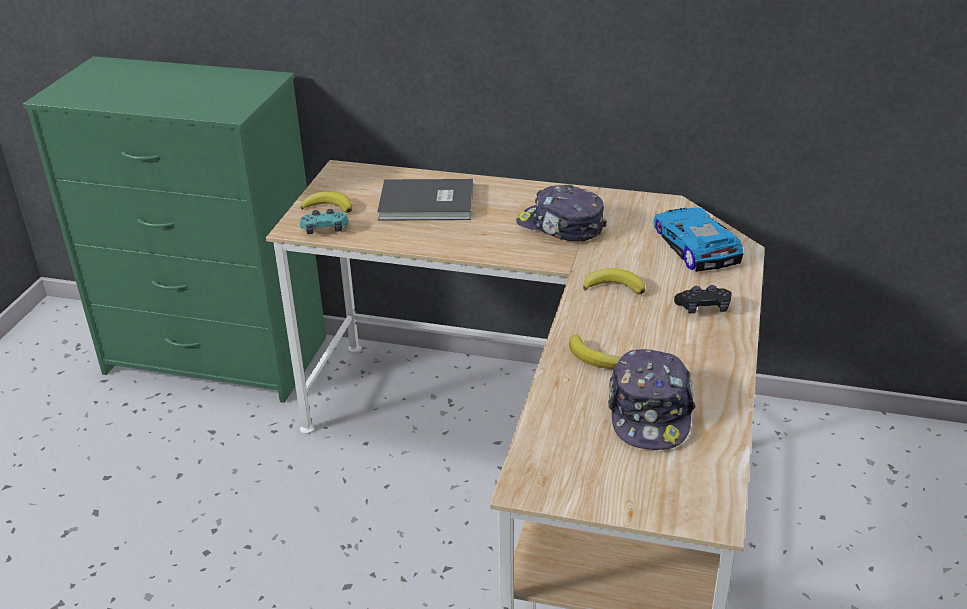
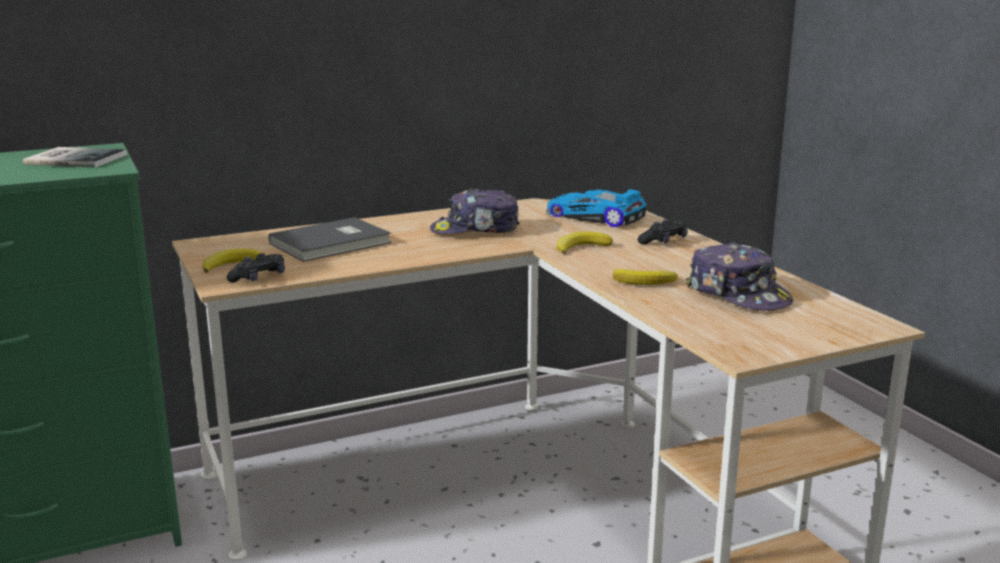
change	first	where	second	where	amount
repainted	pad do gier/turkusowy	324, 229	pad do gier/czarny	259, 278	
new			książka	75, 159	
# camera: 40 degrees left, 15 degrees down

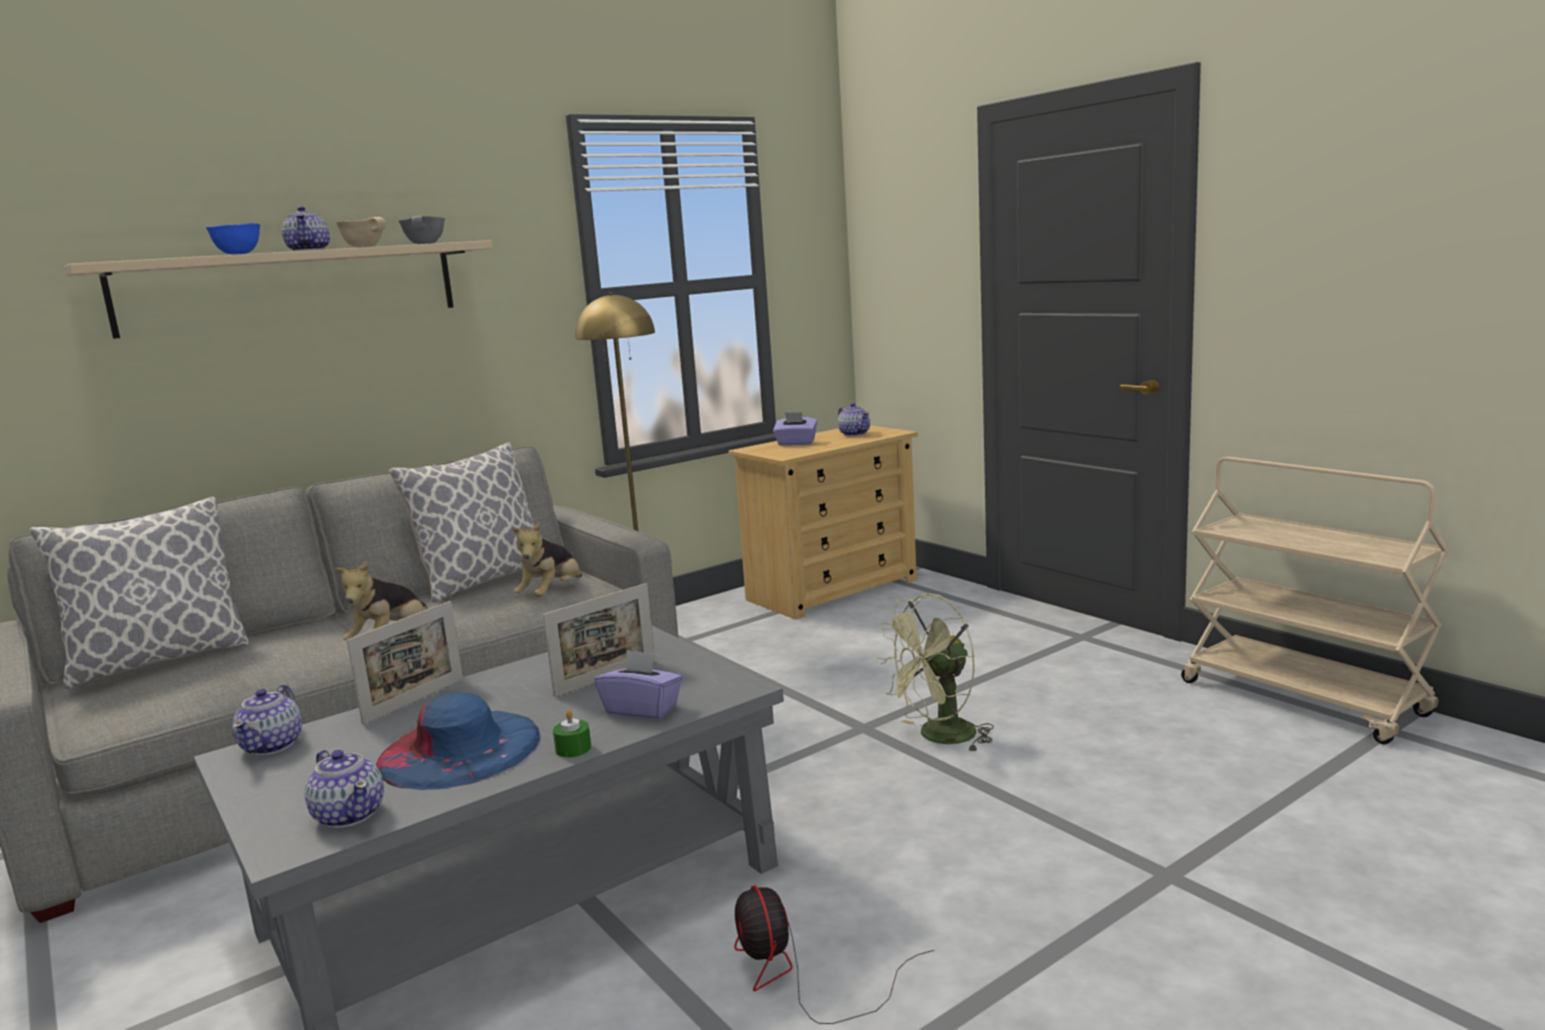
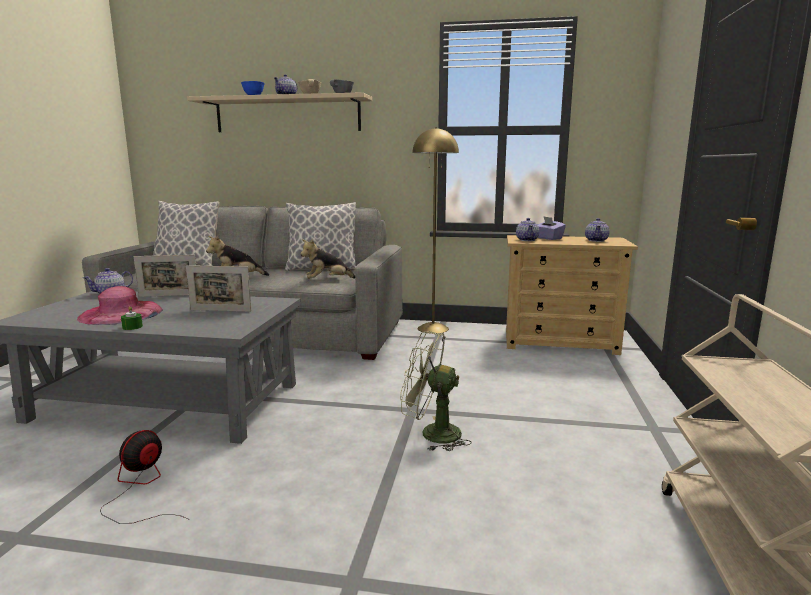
change	first	where	second	where	amount
shifted	imbryk	349, 814		527, 240	
repainted	kapelusz/niebieski	459, 749	kapelusz/różowy	121, 313	
gone	pudełko chusteczek/fioletowy	642, 709			
# camera: 45 degrees right, 0 degrees up

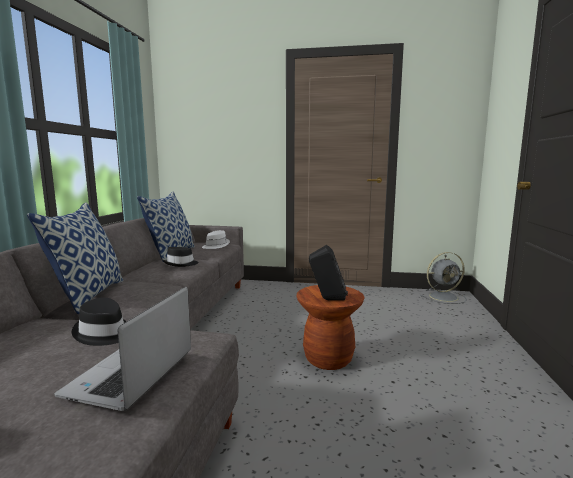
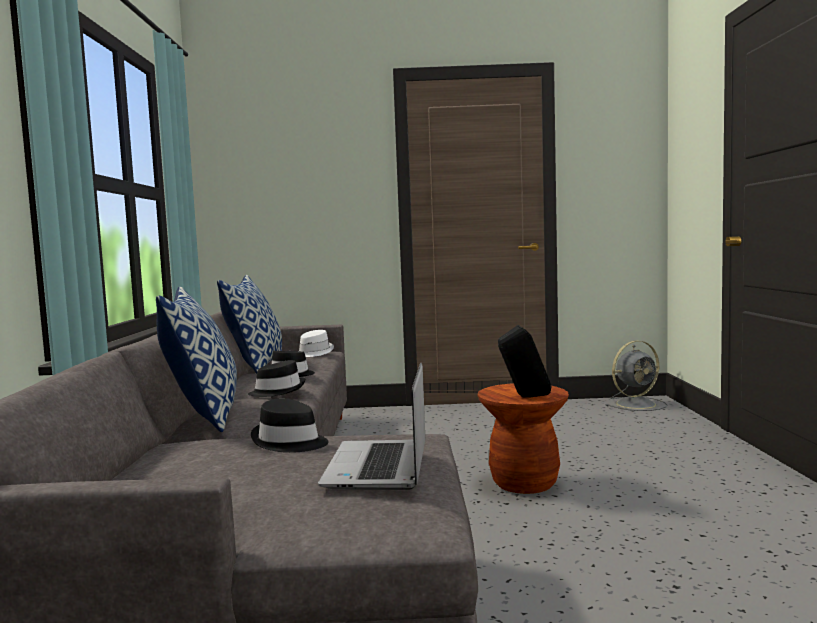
change	first	where	second	where	amount
new			kapelusz/czarny	278, 391	
# camera: 10 degrees left, 5 degrees down

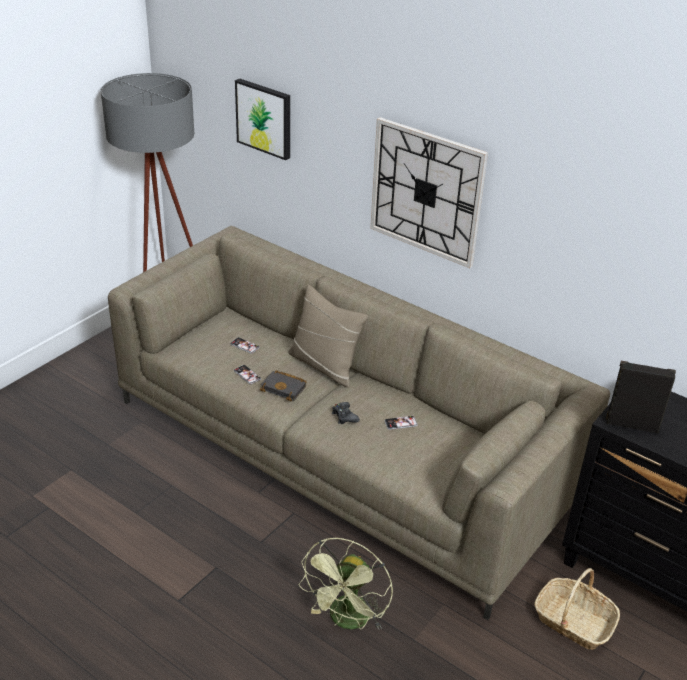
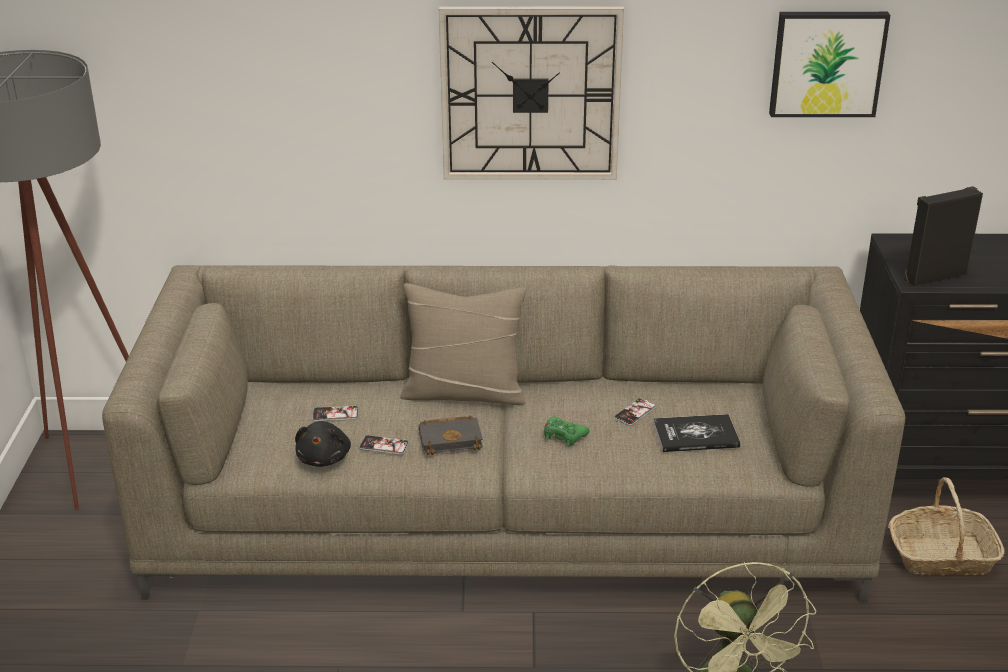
change	first	where	second	where	amount
shifted	obraz	265, 118		827, 63	
repainted	pad do gier/czarny	344, 416	pad do gier/zielony	564, 436	
new			pluszak/czarny	324, 458	
new			książka	695, 435	
# camera: 35 degrees left, 5 degrees down

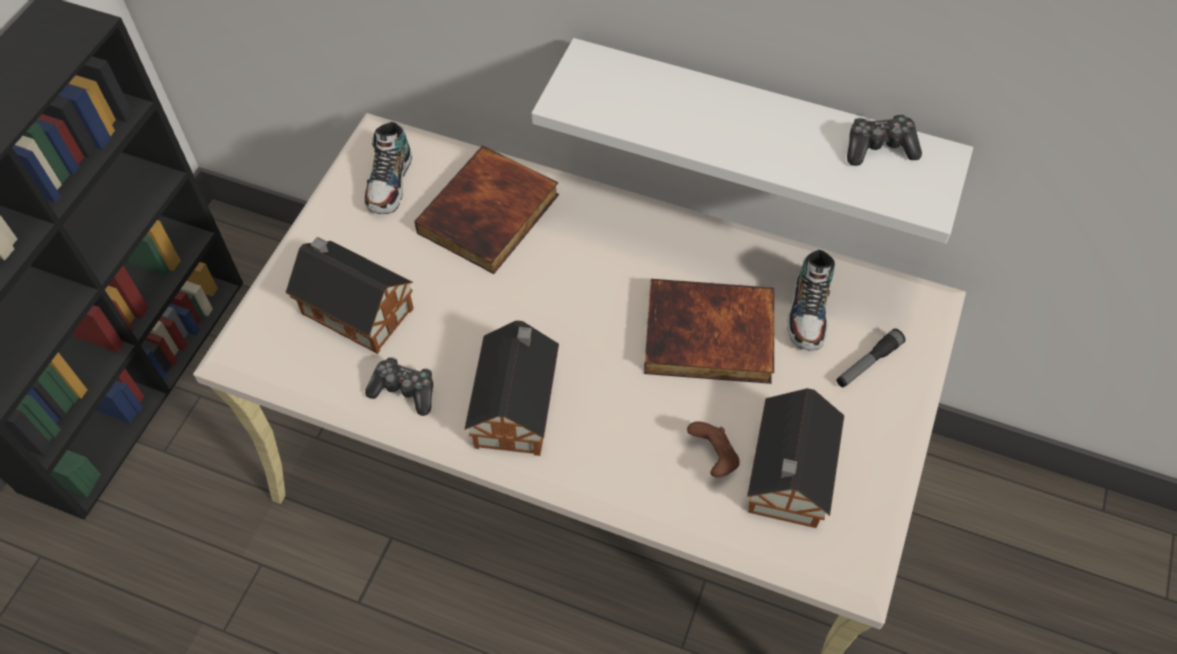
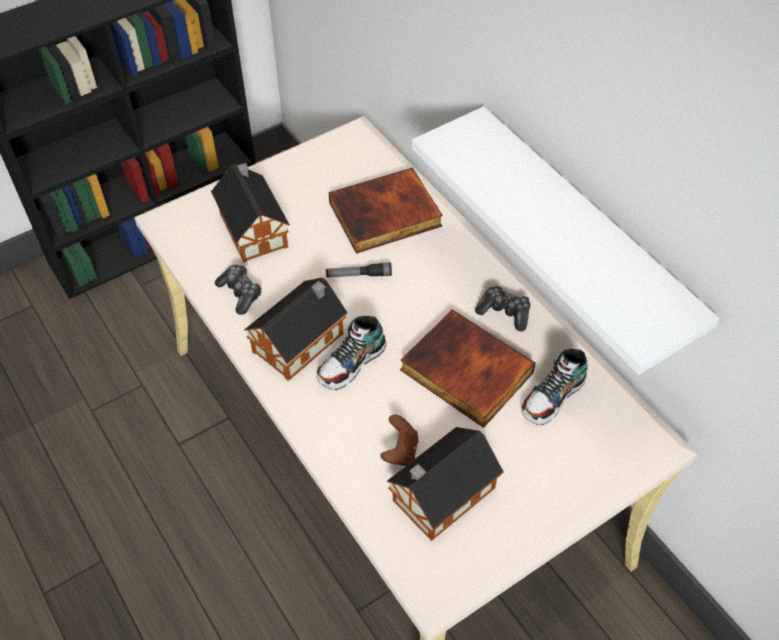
change	first	where	second	where	amount
shifted	but	390, 183		351, 363	
shifted	latarka	868, 363		358, 275	
shifted	pad do gier	879, 148		504, 312	
# camera: 35 degrees right, 5 degrees down

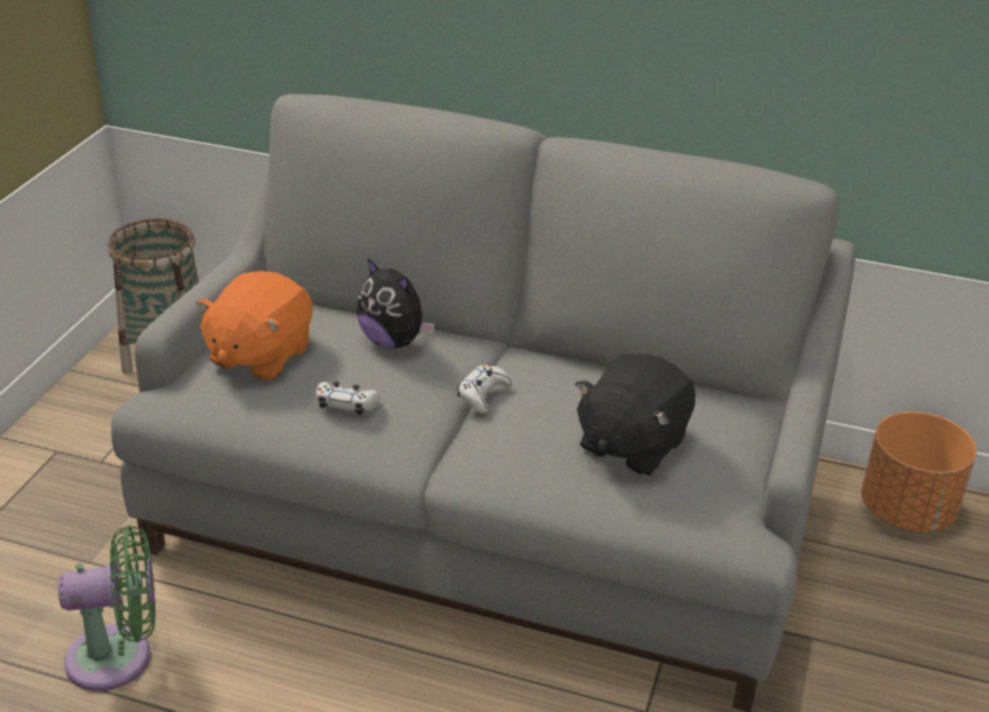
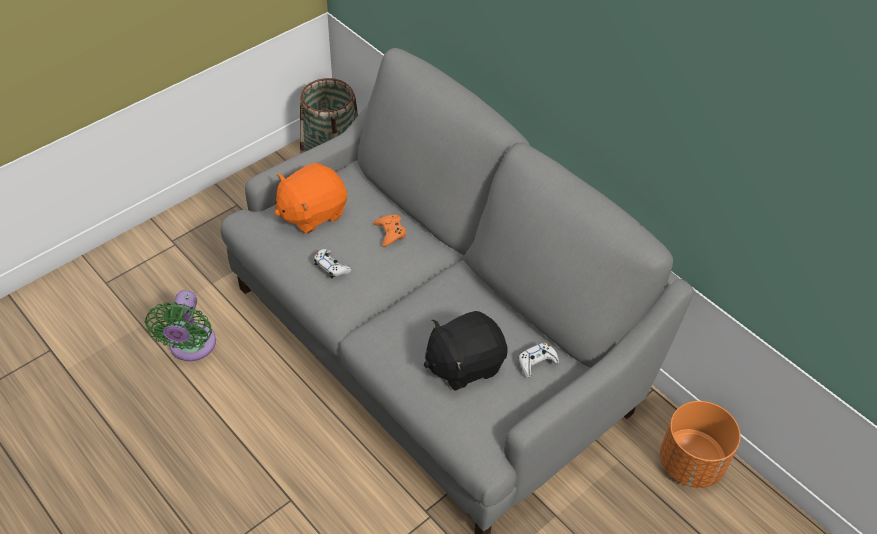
change	first	where	second	where	amount
rotated	wentylator/zielony	118, 657		191, 347	75 degrees clockwise
swapped	pluszak	393, 341	pad do gier/pomarańczowy	390, 232	
shifted	pad do gier/biały	483, 394		536, 362	
# camera: 30 degrees right, 15 degrees up

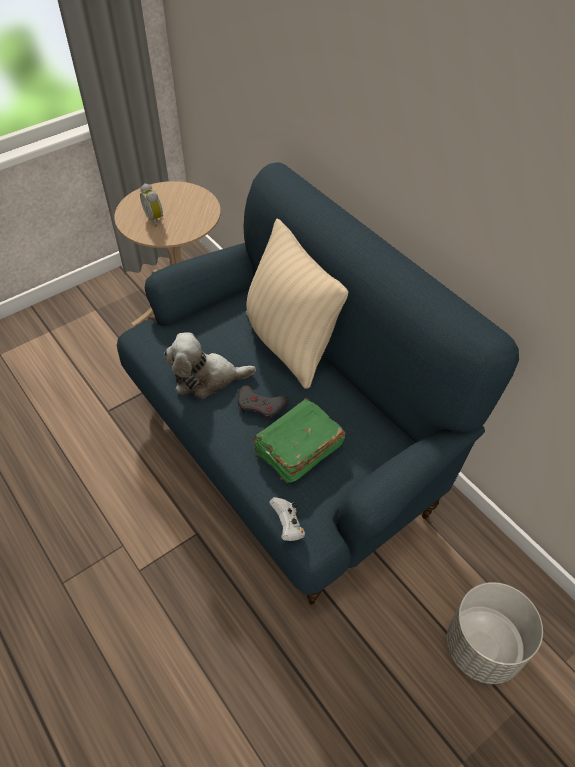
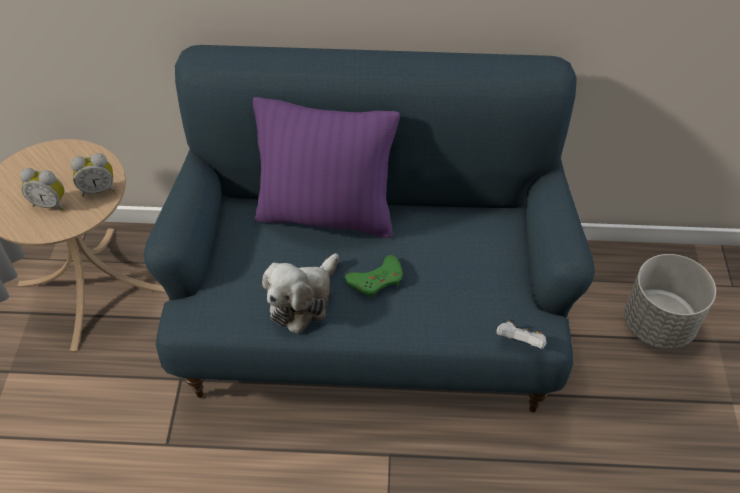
change	first	where	second	where	amount
repainted	pad do gier/szary	261, 405	pad do gier/zielony	376, 280	
repainted	poduszka/beżowy	290, 343	poduszka/fioletowy	326, 215	
gone	książka/zielony	297, 449			
new			budzik	98, 189	
# camera: 50 degrees left, 0 degrees up

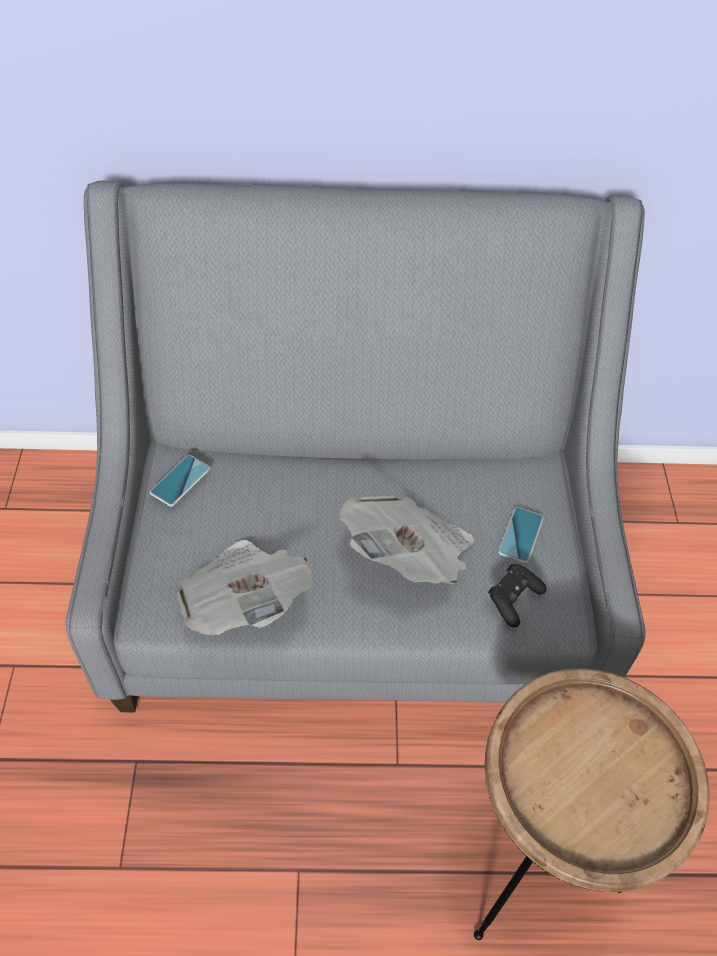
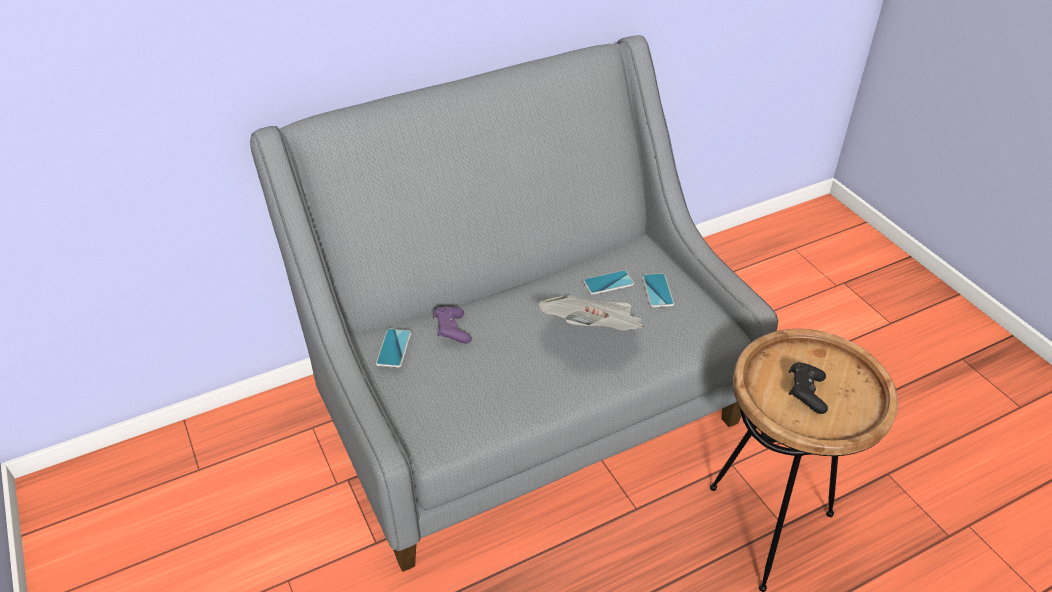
change	first	where	second	where	amount
gone	gazeta	245, 602			
shifted	pad do gier/czarny	513, 599		805, 393	
new			pad do gier/fioletowy	452, 331	
new			telefon	608, 283	
# camera: 25 degrees left, 10 degrees down

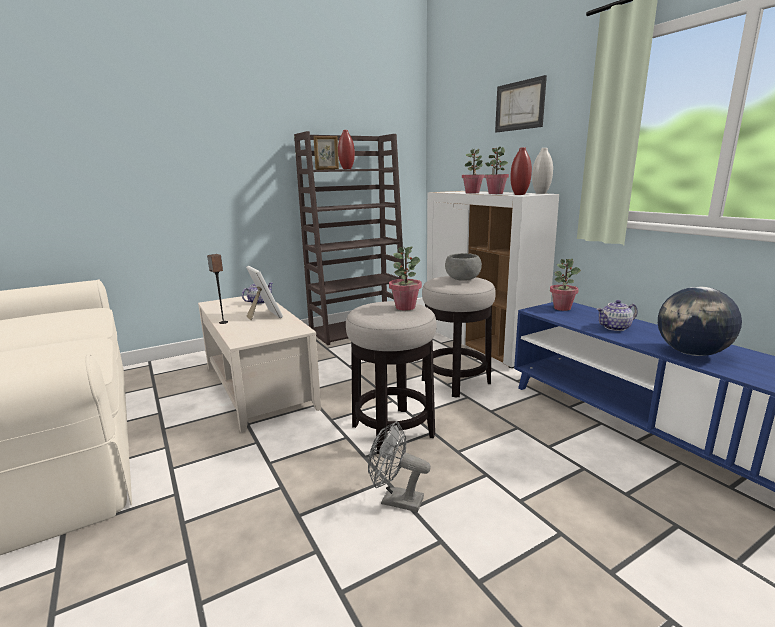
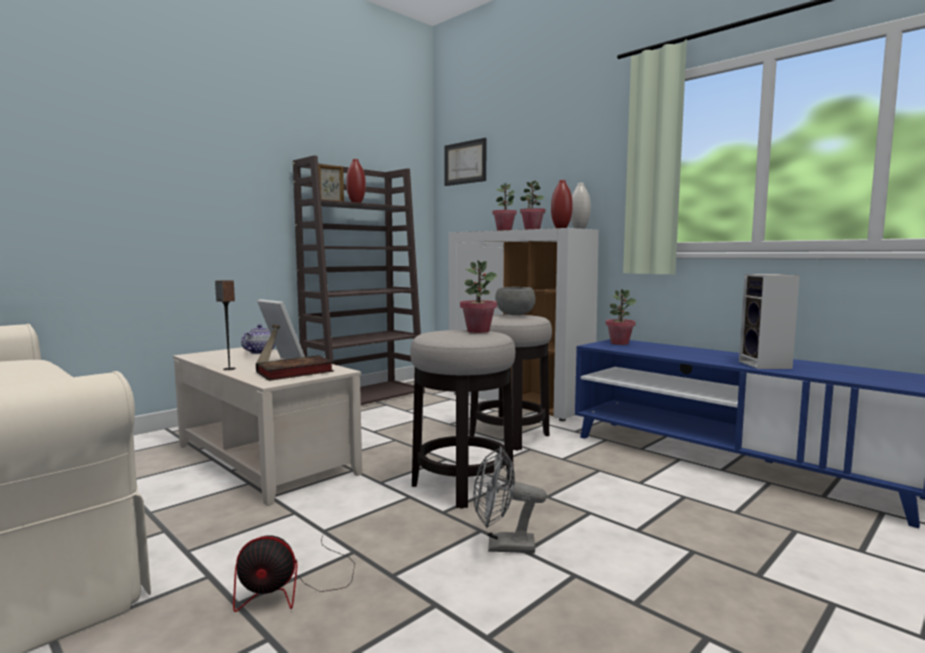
change	first	where	second	where	amount
shifted	obraz	519, 105		465, 162	
gone	imbryk	615, 327			
swapped	globus	692, 353	głośnik	766, 365	
new			wentylator	293, 587	
new			książka	293, 373	
# camera: 15 degrees left, 10 degrees down

